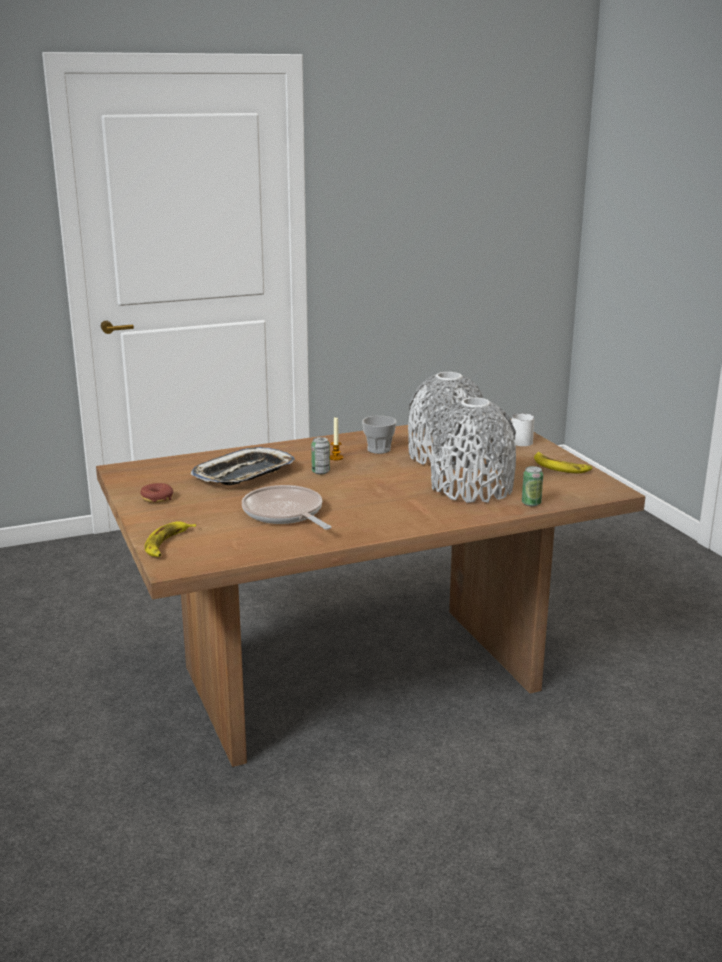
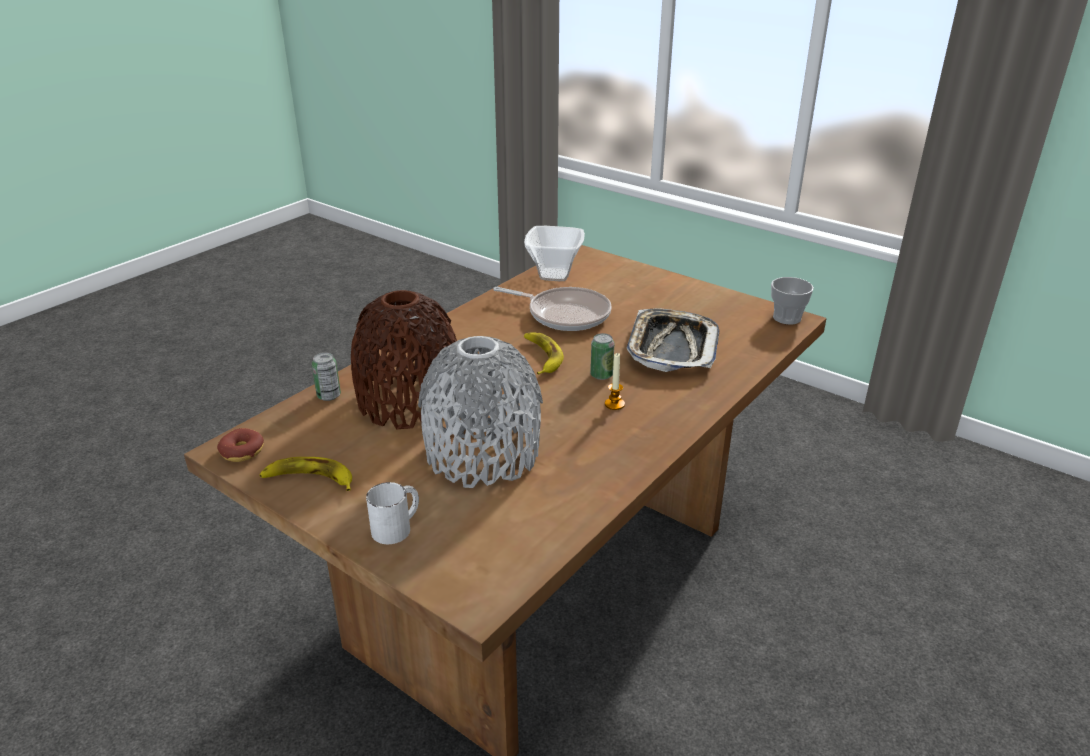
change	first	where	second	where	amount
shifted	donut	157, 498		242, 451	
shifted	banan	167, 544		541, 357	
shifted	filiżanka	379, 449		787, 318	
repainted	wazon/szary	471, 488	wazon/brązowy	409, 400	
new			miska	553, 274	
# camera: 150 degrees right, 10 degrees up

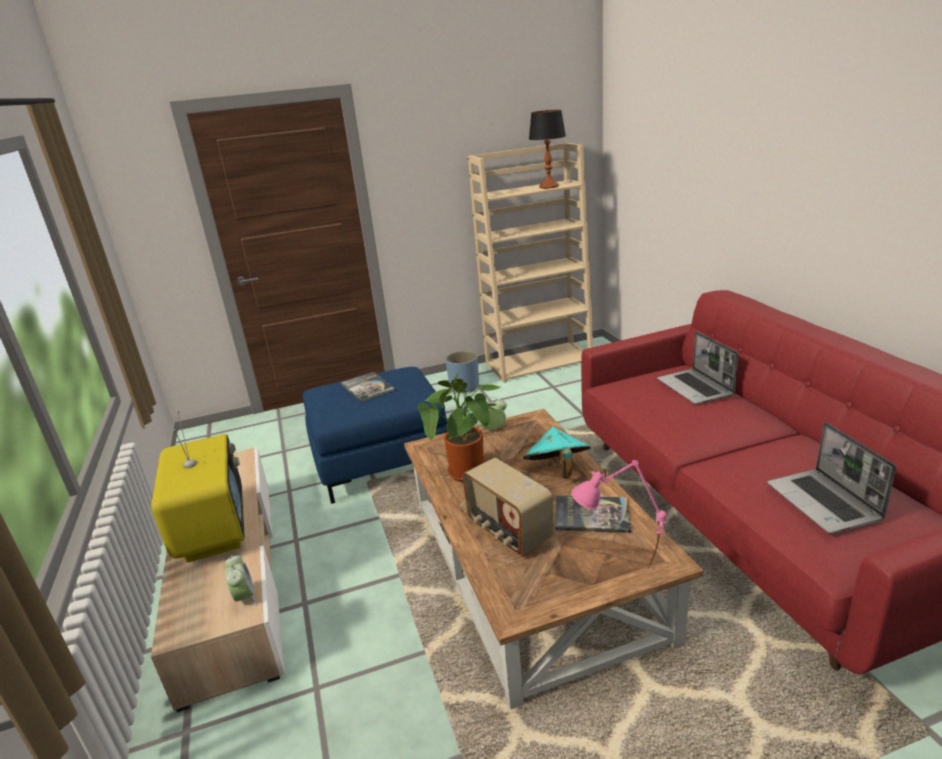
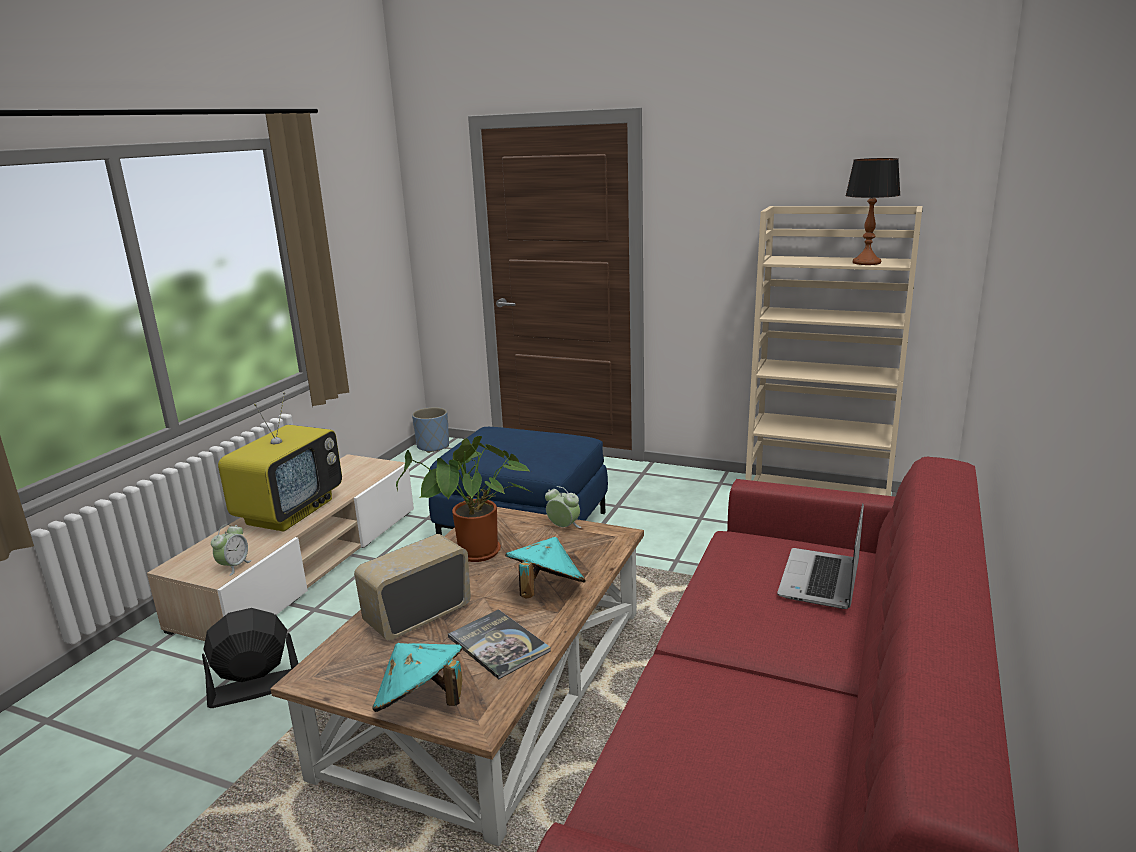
change	first	where	second	where	amount
gone	książka	367, 387			
shifted	donica/niebieski	464, 387		433, 446	
rotated	radio	508, 531		417, 616	45 degrees clockwise
swapped	lampa stołowa/różowy	618, 575	kapelusz/turkusowy	421, 704	
gone	laptop	824, 502			
new			wentylator/czarny	254, 688	
# camera: 40 degrees right, 5 degrees down

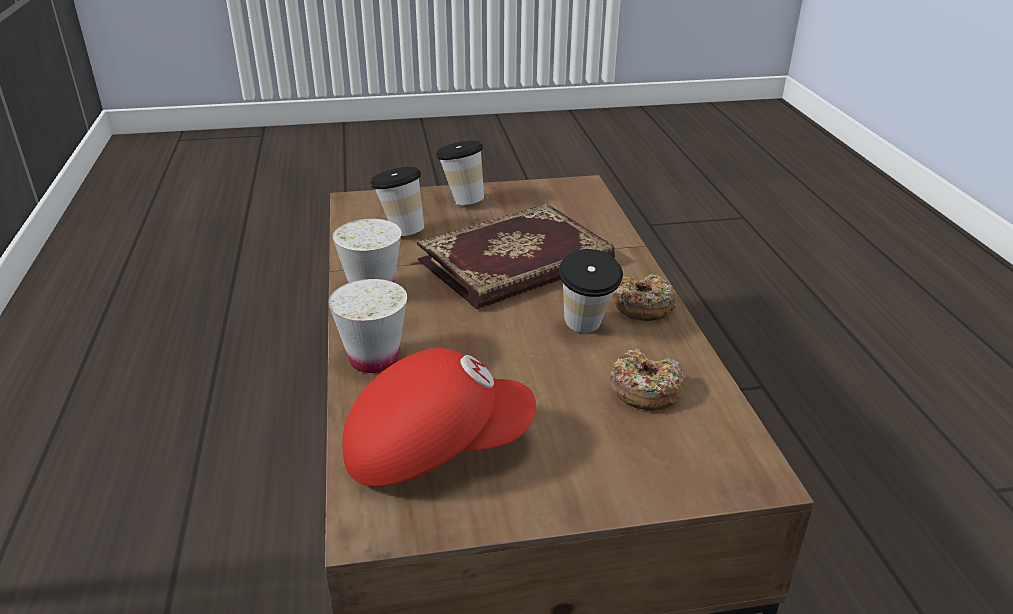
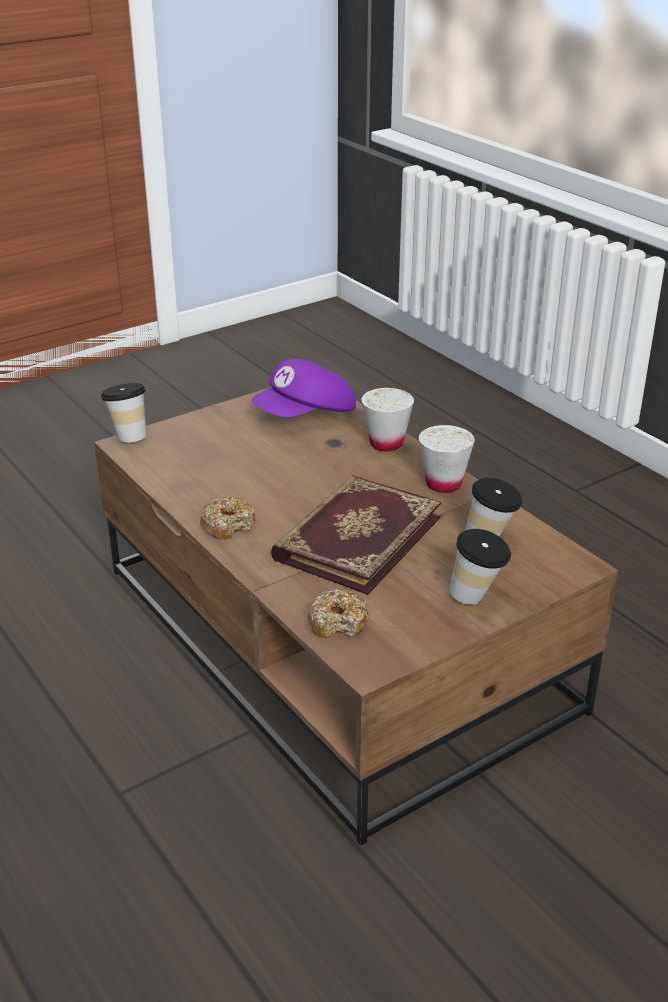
change	first	where	second	where	amount
repainted	czapka z daszkiem/czerwony	435, 447	czapka z daszkiem/fioletowy	306, 415	
shifted	filiżanka	586, 330		128, 436	
shifted	donut	645, 390		338, 622	
# camera: 155 degrees right, 0 degrees up

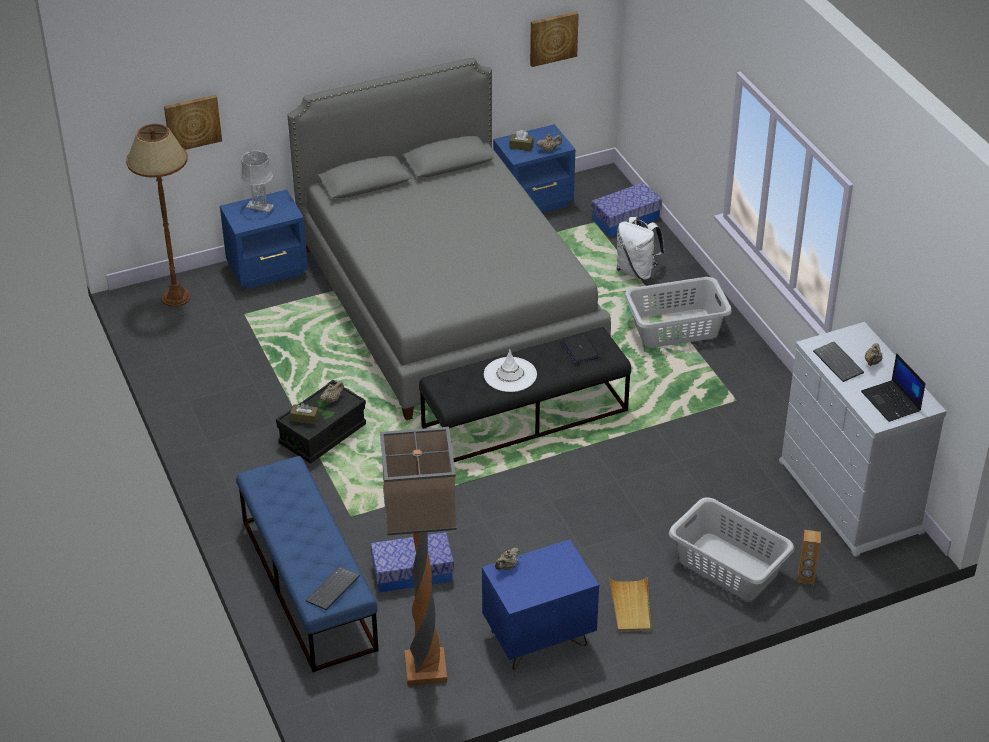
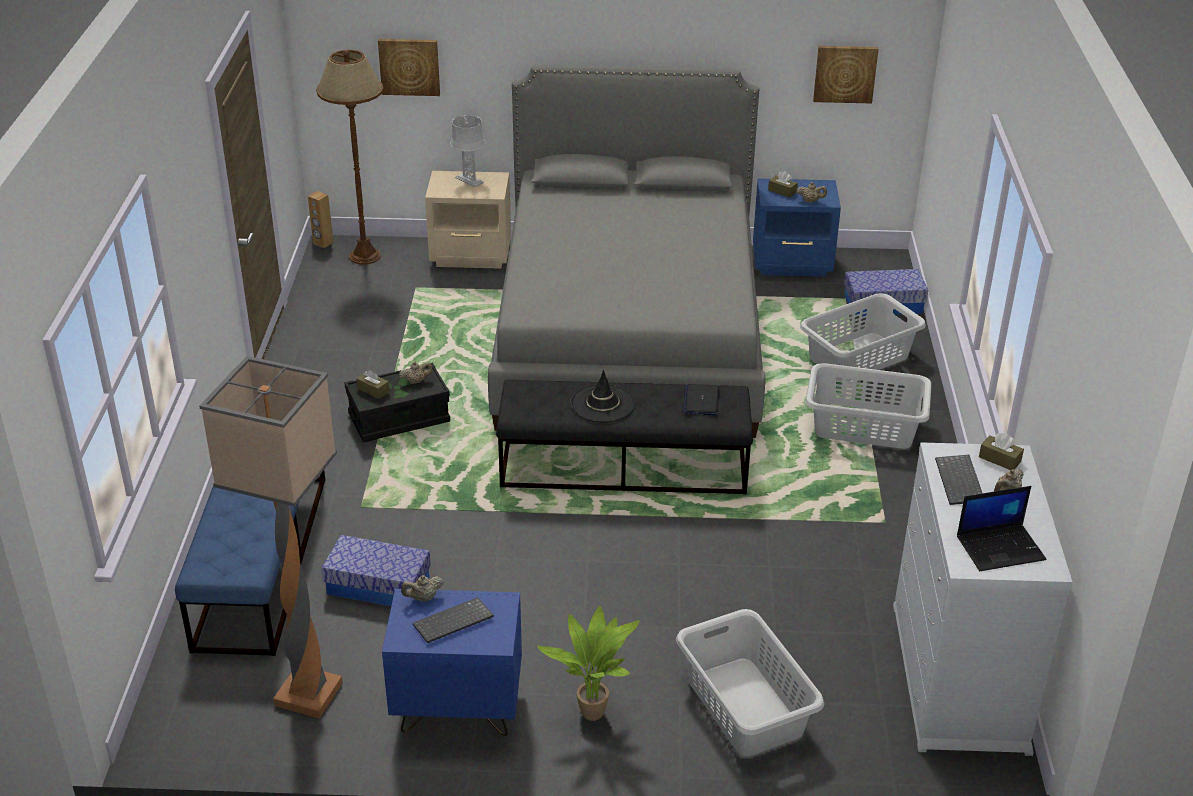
change	first	where	second	where	amount
repainted	szafka nocna/niebieski	269, 270	szafka nocna/beżowy	472, 256	
shifted	klawiatura	333, 590		453, 623	
repainted	kapelusz/biały	510, 375	kapelusz/czarny	602, 404	
swapped	taca/beżowy	631, 607	roślina doniczkowa	593, 711	
swapped	plecak/biały	637, 271	kosz na pranie/szary	859, 358	
shifted	głośnik/brązowy	806, 578		323, 243	
rotated	laptop	891, 402		1001, 547	105 degrees counterclockwise
new			pudełko chusteczek/brązowy	999, 459	
# camera: 25 degrees right, 5 degrees down

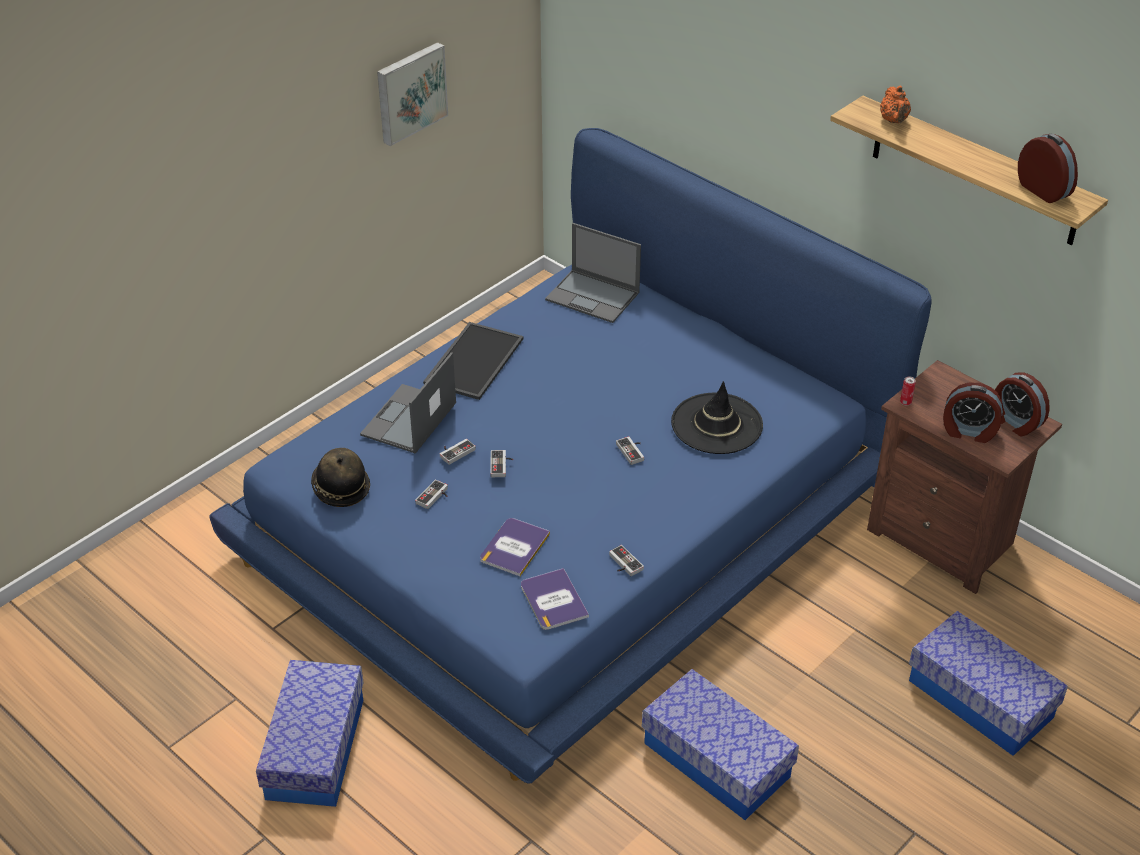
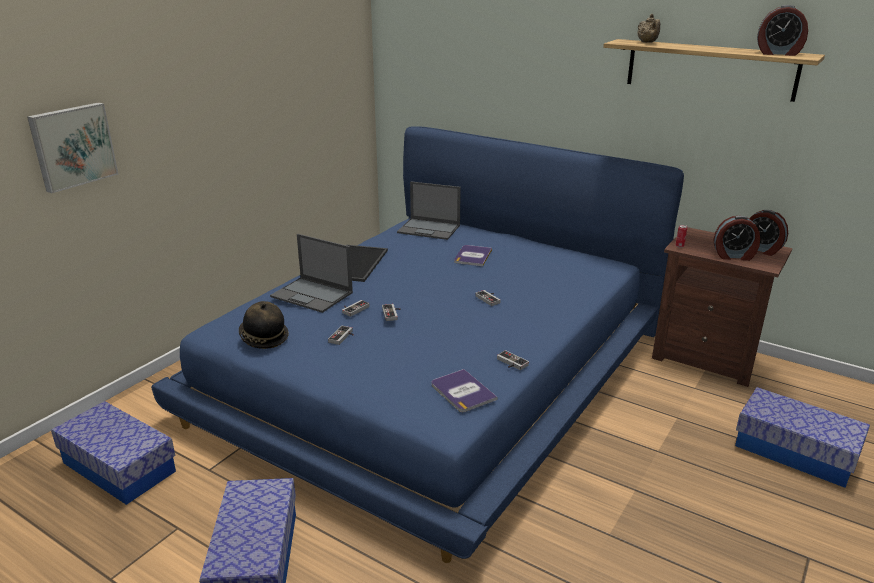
change	first	where	second	where	amount
rotated	laptop	408, 420		312, 295	75 degrees counterclockwise
shifted	obraz	410, 92		72, 146	
shifted	książka	514, 547		473, 256	
shifted	pojemnik do przechowywania	717, 760		119, 467	
gone	kapelusz/czarny	716, 424			
repainted	imbryk/pomarańczowy	894, 121	imbryk/beżowy	647, 42	
rotated	budzik	1044, 190		778, 53	150 degrees clockwise
# camera: 10 degrees left, 15 degrees down

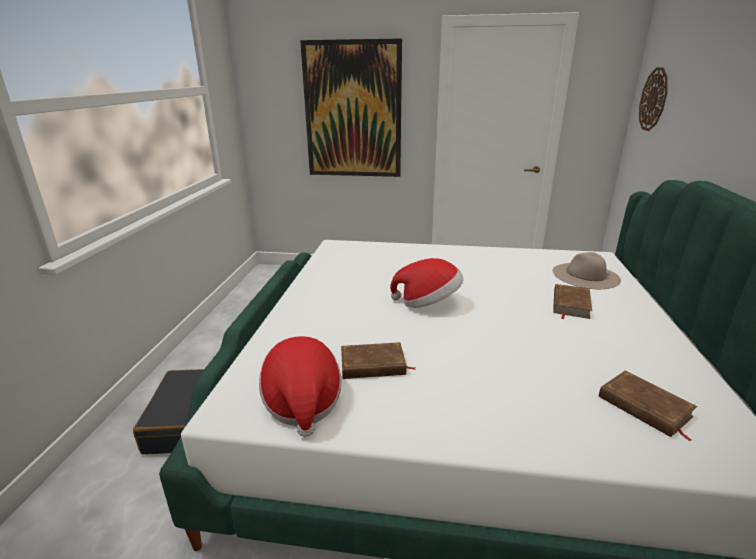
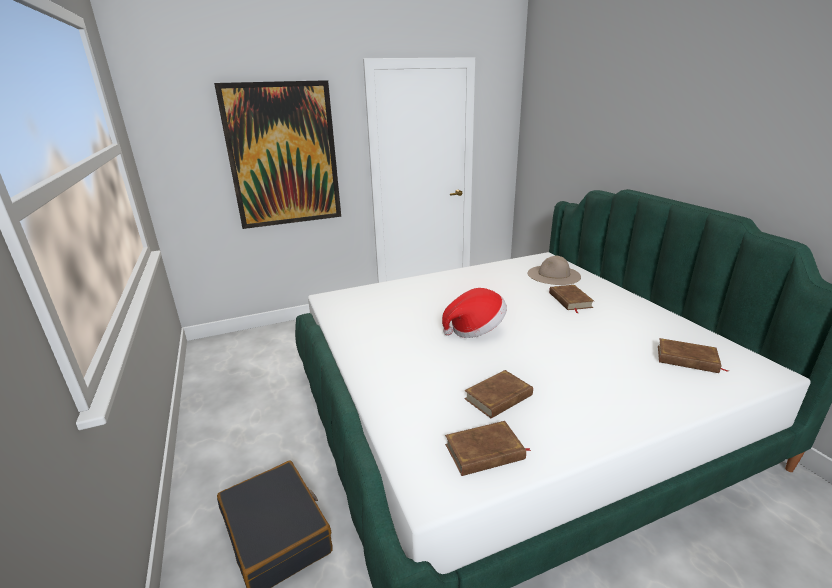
change	first	where	second	where	amount
swapped	kapelusz	302, 402	książka/brązowy	485, 452	
gone	zegar ścienny	653, 99			
# camera: 30 degrees left, 0 degrees up

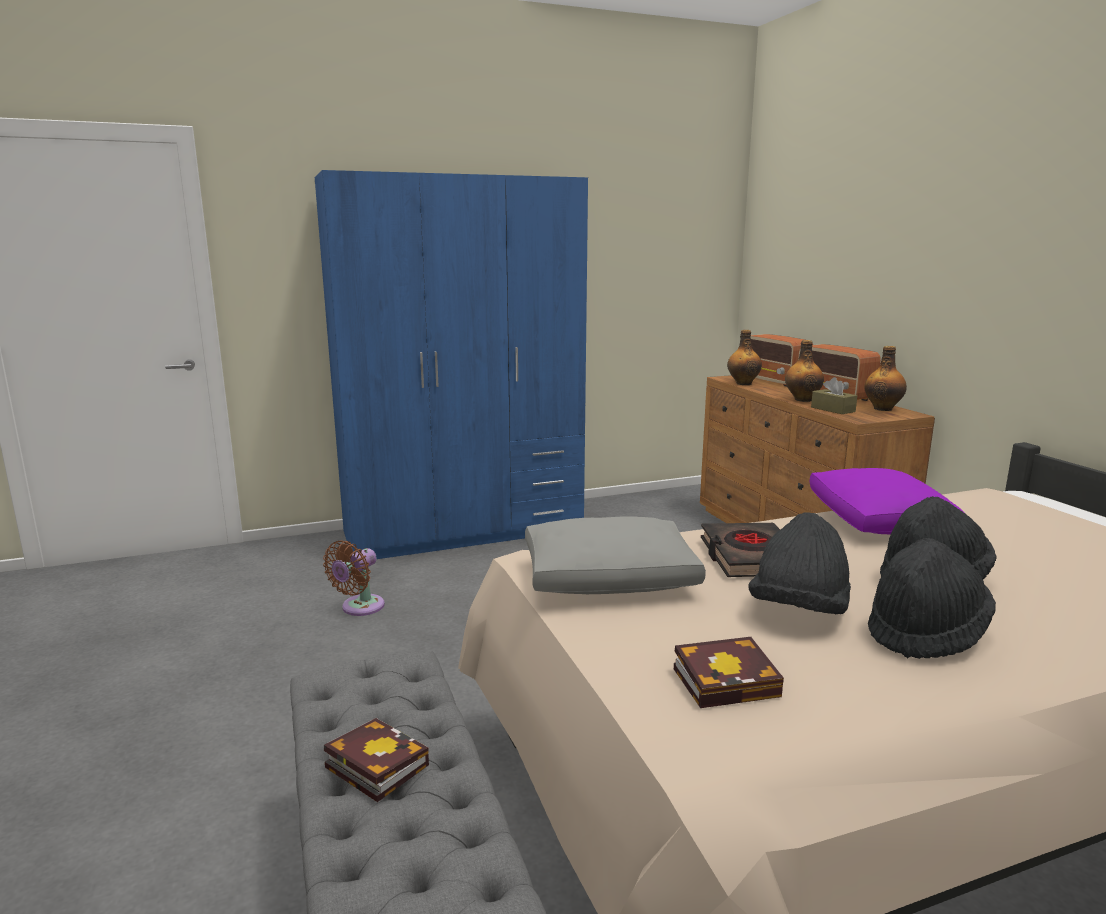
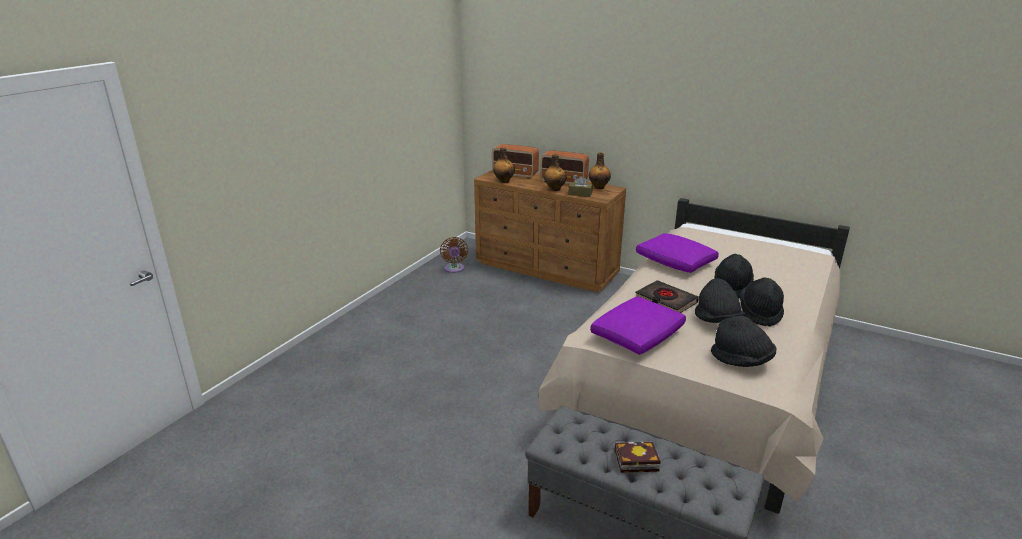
change	first	where	second	where	amount
gone	szafa/niebieski	464, 531			
shifted	wentylator/brązowy	359, 608		454, 269	
repainted	poduszka/szary	607, 579	poduszka/fioletowy	637, 336	
swapped	książka	729, 681	kapelusz/czarny	741, 360	
# camera: 40 degrees left, 10 degrees up

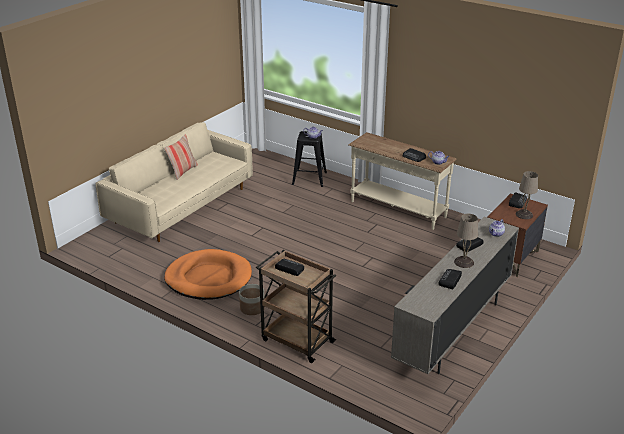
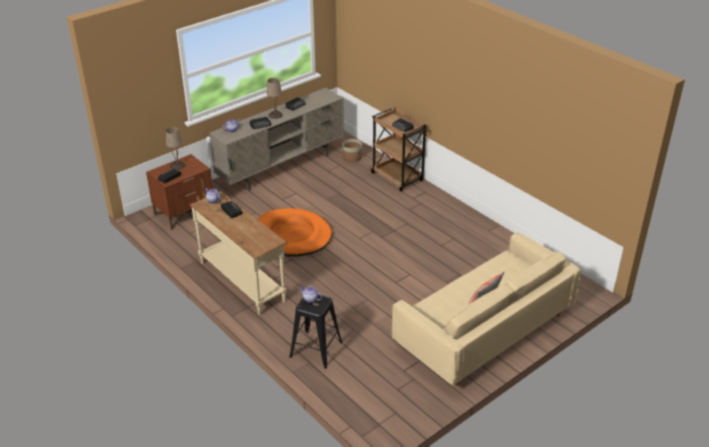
change	first	where	second	where	amount
shifted	legowisko/pomarańczowy	208, 278		292, 236	
shifted	donica	252, 308		352, 157	
# camera: 165 degrees left, 5 degrees up

